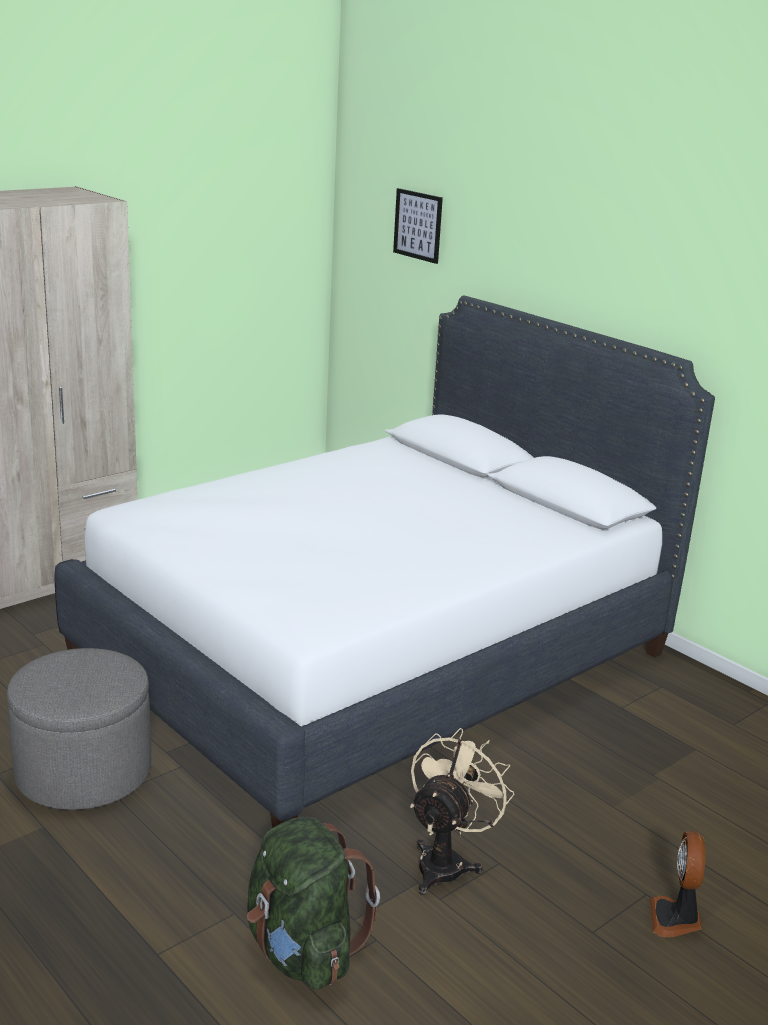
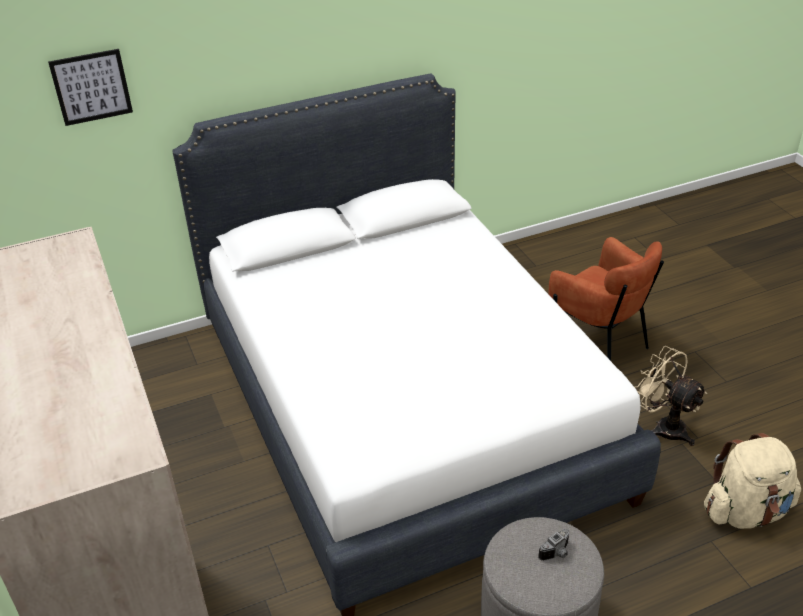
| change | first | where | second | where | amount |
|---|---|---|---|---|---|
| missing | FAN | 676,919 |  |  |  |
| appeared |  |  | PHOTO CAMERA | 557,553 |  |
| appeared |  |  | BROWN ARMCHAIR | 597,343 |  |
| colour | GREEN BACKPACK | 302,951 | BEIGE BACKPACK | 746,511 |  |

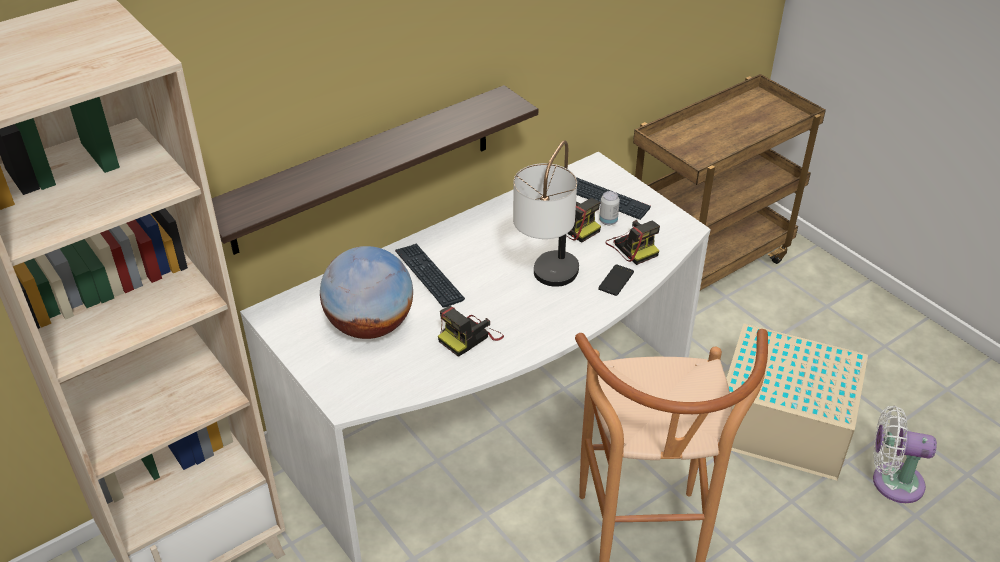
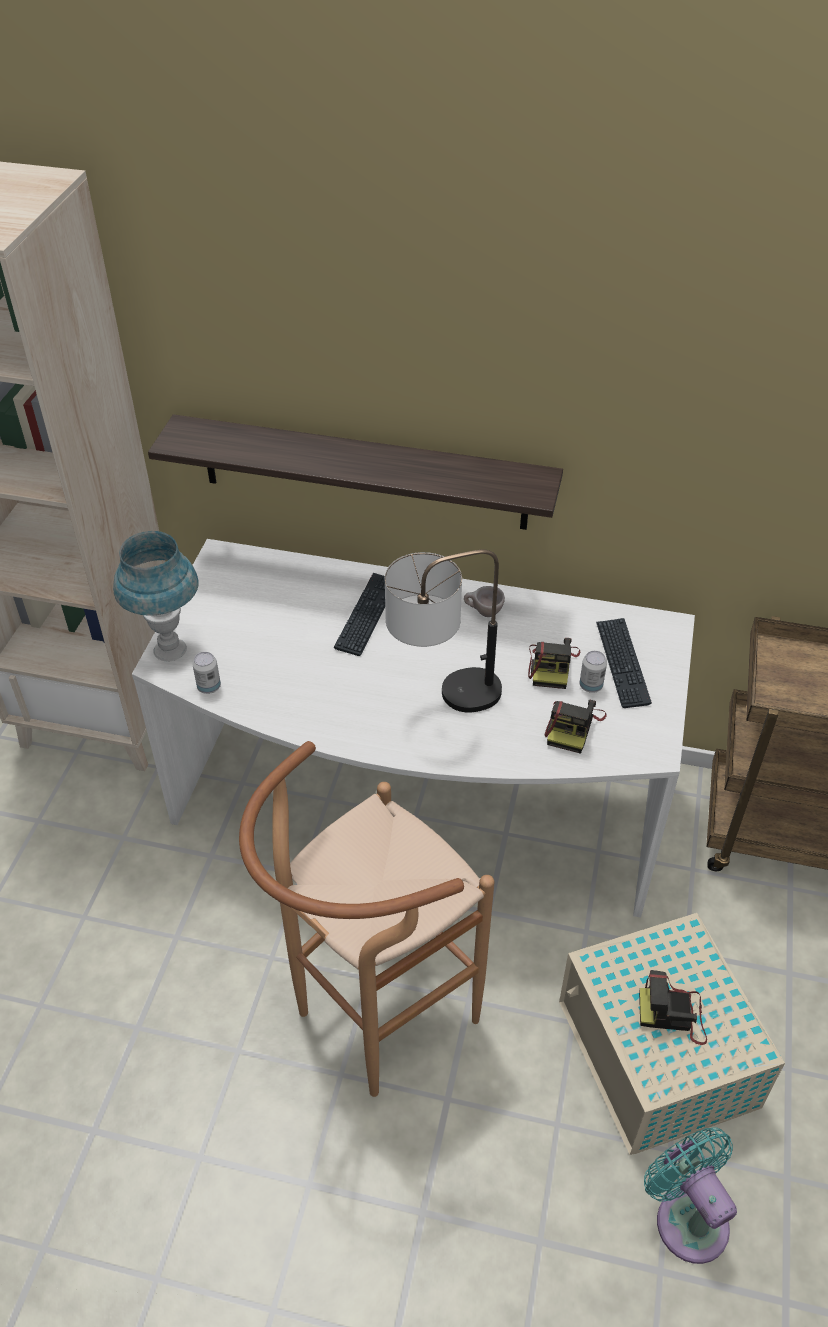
| change | first | where | second | where | amount |
|---|---|---|---|---|---|
| missing | GLOBE | 370,326 |  |  |  |
| missing | PHONE | 616,280 |  |  |  |
| appeared |  |  | BLUE TABLE LAMP | 170,651 |  |
| appeared |  |  | CAN | 209,687 |  |
| appeared |  |  | BEIGE CUP | 483,613 |  |
| relocated | PHOTO CAMERA | 470,337 |  | 673,1014 |  |
| colour | WHITE FAN | 892,481 | TURQUOISE FAN | 687,1216 |  |

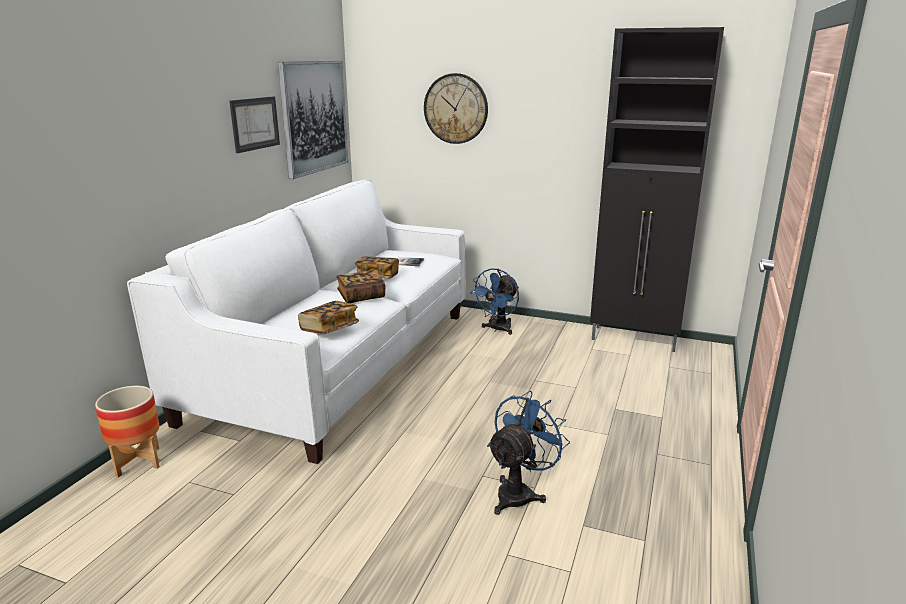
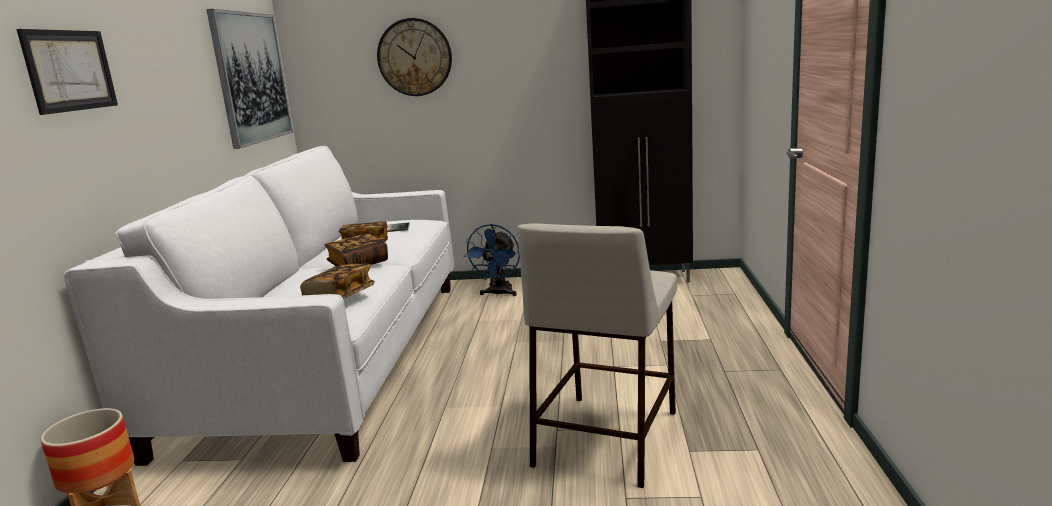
| change | first | where | second | where | amount |
|---|---|---|---|---|---|
| relocated | PICTURE | 255,123 |  | 69,70 |  |
| exchanged | BLUE FAN | 520,493 | BEIGE STOOL | 606,436 |  |

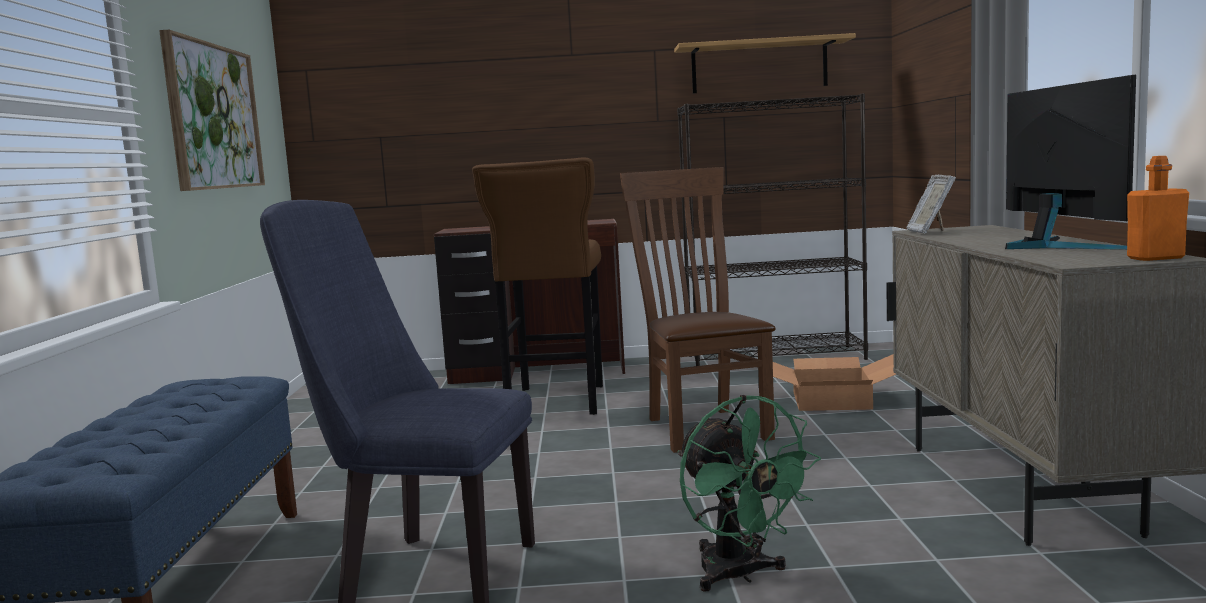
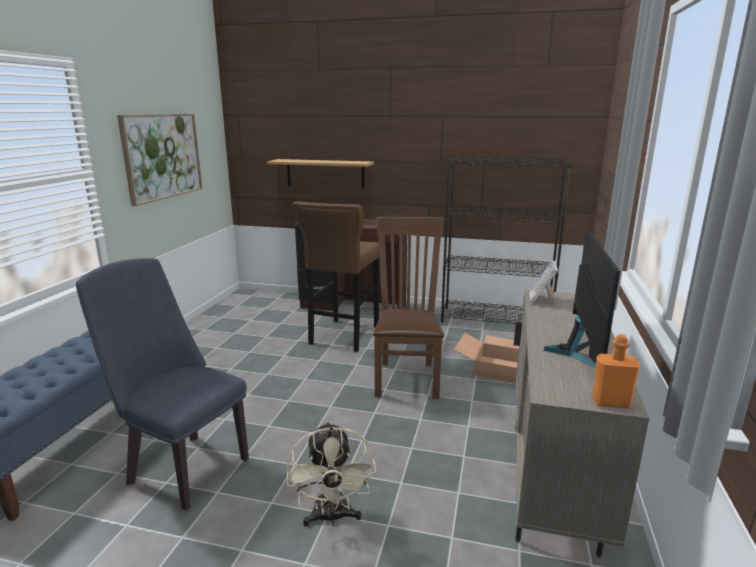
| change | first | where | second | where | amount |
|---|---|---|---|---|---|
| relocated | SHELF | 759,66 |  | 325,173 |  |
| colour | GREEN FAN | 739,575 | BEIGE FAN | 332,517 |  |

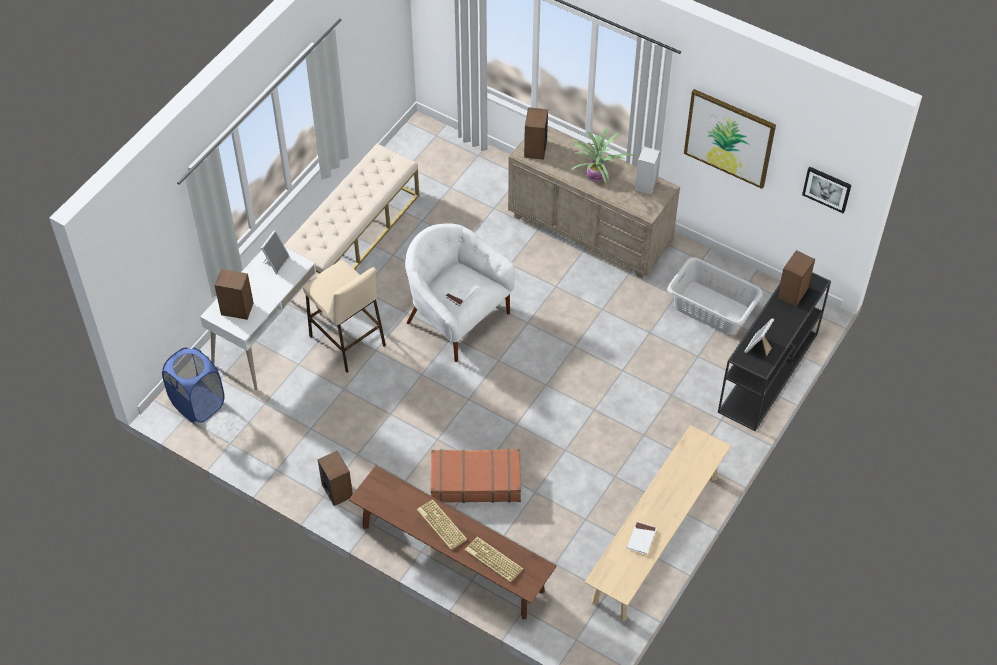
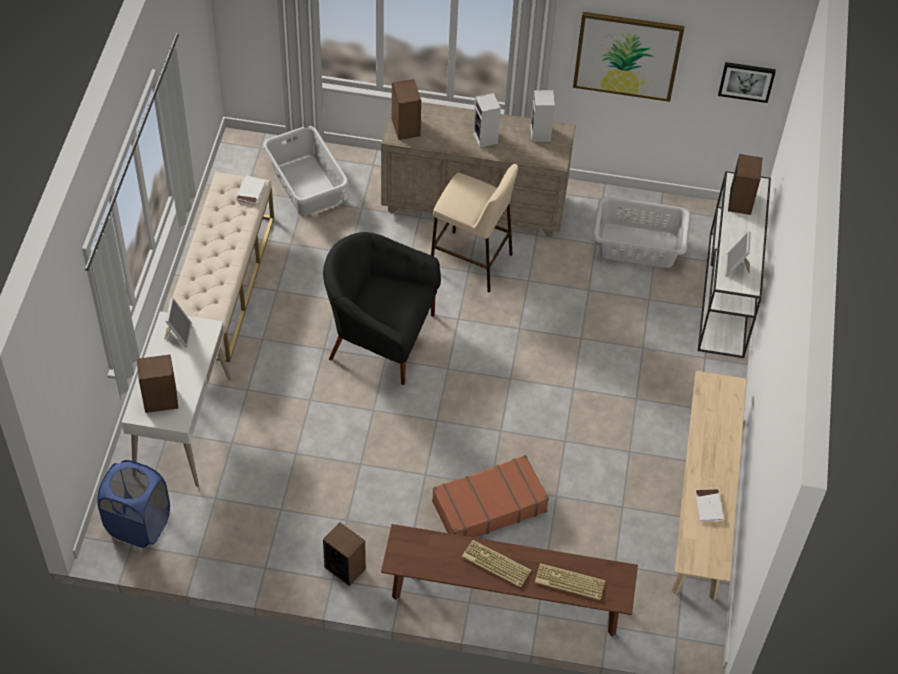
| change | first | where | second | where | amount |
|---|---|---|---|---|---|
| appeared |  |  | GREY LAUNDRY BASKET | 307,184 |  |
| relocated | BEIGE STOOL | 347,341 |  | 471,261 |  |
| relocated | WHITE BOOK | 461,293 |  | 251,192 |  |
| exchanged | POTTED PLANT | 597,177 | SPEAKER | 486,139 |  |
| colour | WHITE ARMCHAIR | 456,318 | BLACK ARMCHAIR | 380,337 |  |
| colour | BLACK CONSOLE TABLE | 768,374 | WHITE CONSOLE TABLE | 726,295 |  |

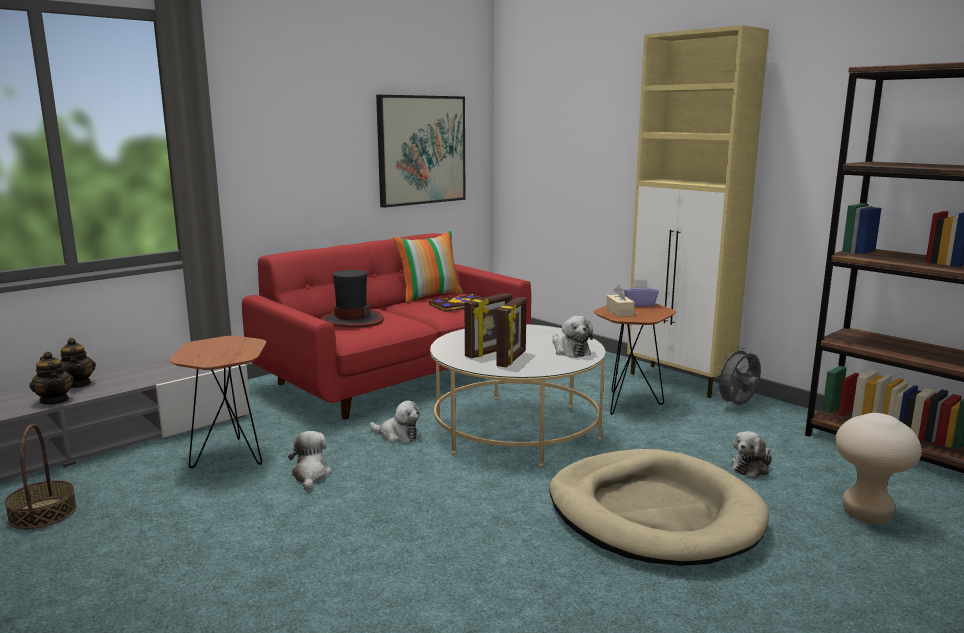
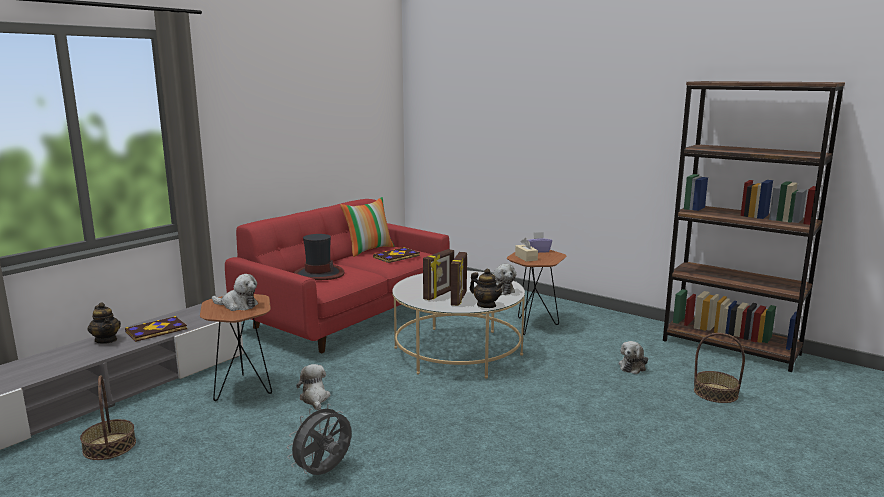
| change | first | where | second | where | amount |
|---|---|---|---|---|---|
| missing | PICTURE | 421,150 |  |  |  |
| missing | BEIGE DOG BED | 653,513 |  |  |  |
| missing | BEIGE CABINET | 680,381 |  |  |  |
| appeared |  |  | BOOK | 156,331 |  |
| relocated | TEAPOT | 55,400 |  | 486,305 |  |
| relocated | PLUSH TOY | 397,435 |  | 238,305 |  |
| relocated | GREY FAN | 737,406 |  | 324,473 |  |
| exchanged | BEIGE STOOL | 866,514 | BASKET | 715,393 |  |

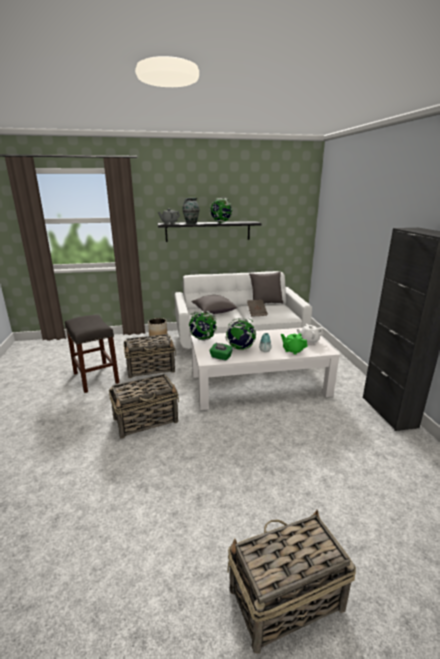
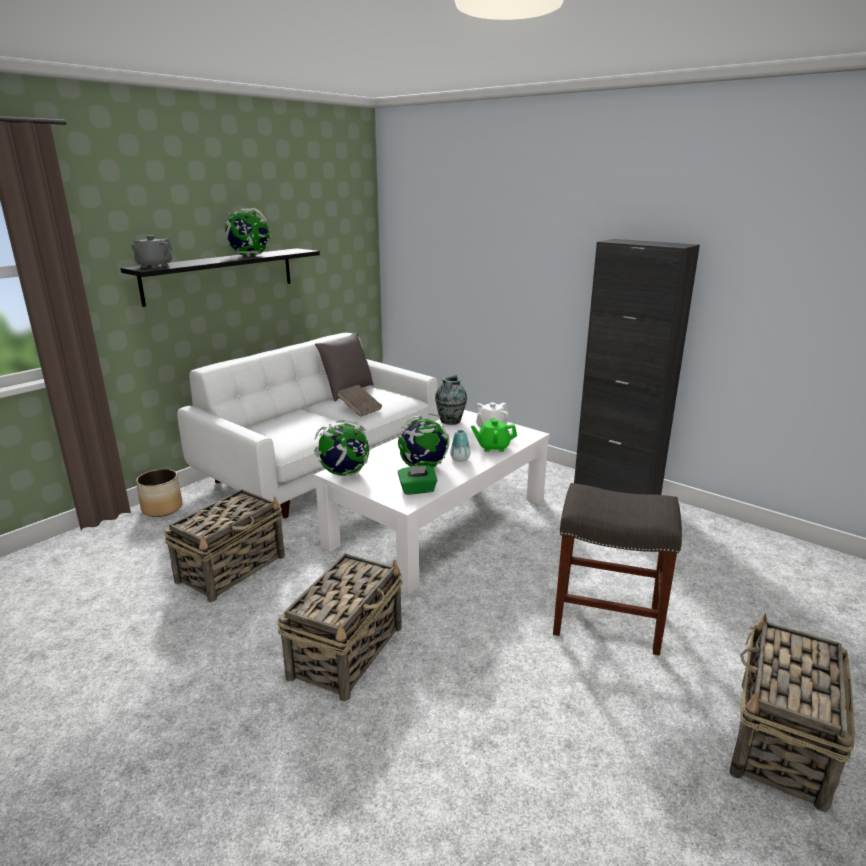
| change | first | where | second | where | amount |
|---|---|---|---|---|---|
| missing | GREY PILLOW | 214,312 |  |  |  |
| relocated | GREY STOOL | 96,378 |  | 608,620 |  |
| relocated | VASE | 191,223 |  | 450,421 |  |

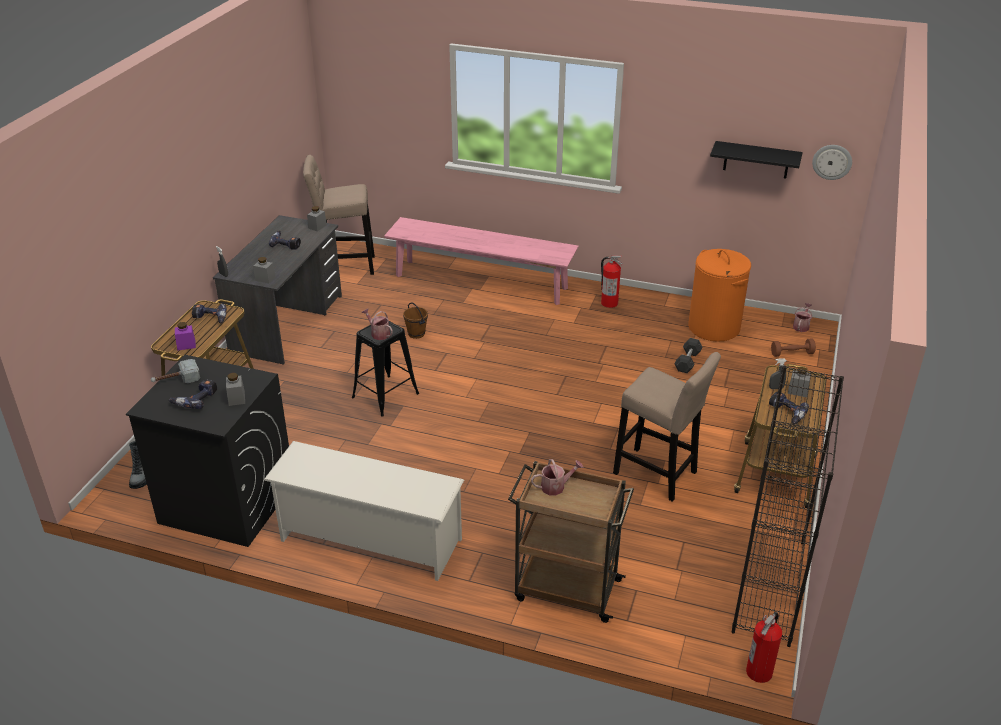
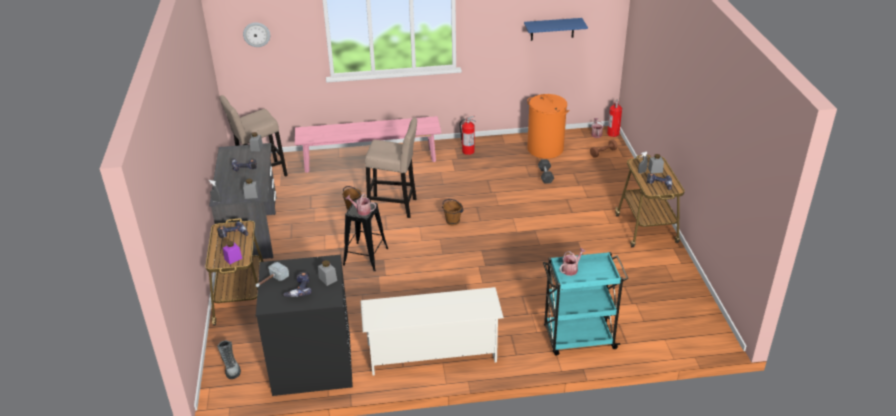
| change | first | where | second | where | amount |
|---|---|---|---|---|---|
| missing | BLACK BOOKCASE | 769,586 |  |  |  |
| appeared |  |  | BROWN BUCKET | 453,221 |  |
| relocated | BEIGE STOOL | 658,475 |  | 395,206 |  |
| relocated | FIRE EXTINGUISHER | 759,672 |  | 613,134 |  |
| relocated | WALL CLOCK | 832,161 |  | 256,34 |  |
| colour | BROWN CART | 565,589 | TURQUOISE CART | 578,338 |  |
| colour | BLACK SHELF | 756,160 | BLUE SHELF | 552,29 |  |

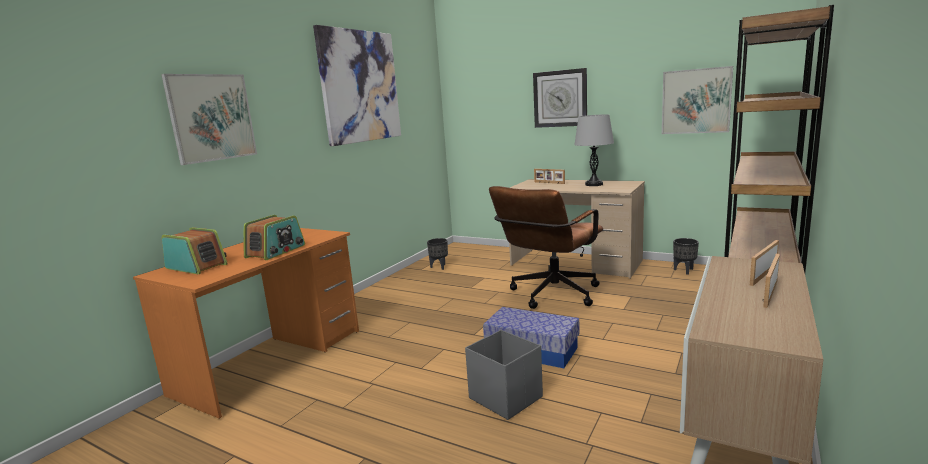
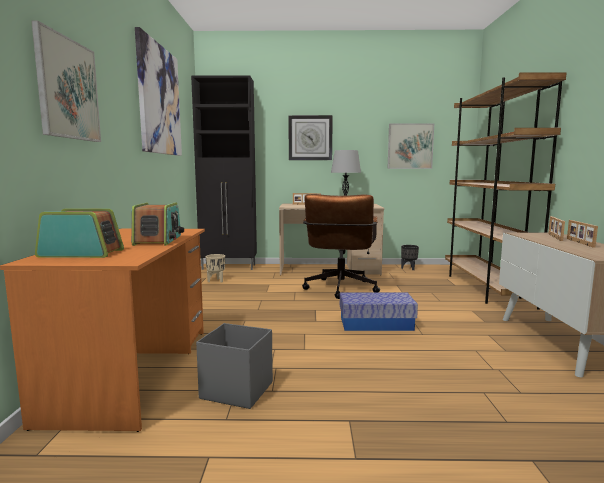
| change | first | where | second | where | amount |
|---|---|---|---|---|---|
| appeared |  |  | BLACK CABINET | 229,267 |  |
| relocated | GREY STORAGE BOX | 505,397 |  | 236,390 |  |
| colour | BLACK PLANTER | 439,267 | BEIGE PLANTER | 216,281 |  |

